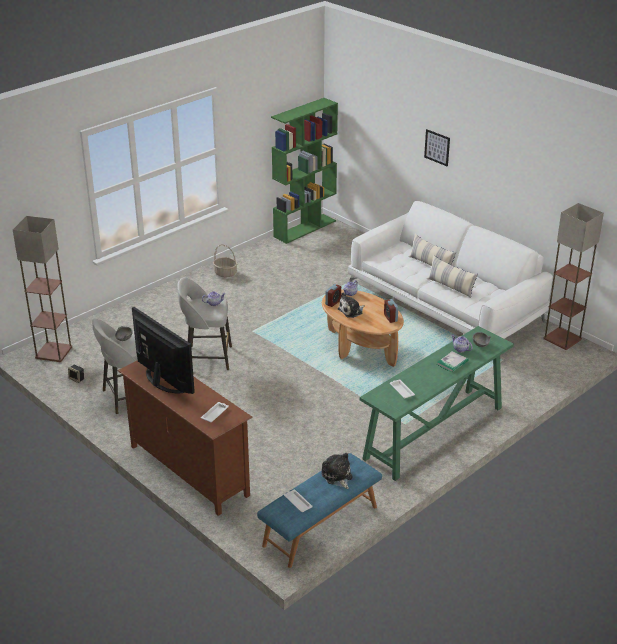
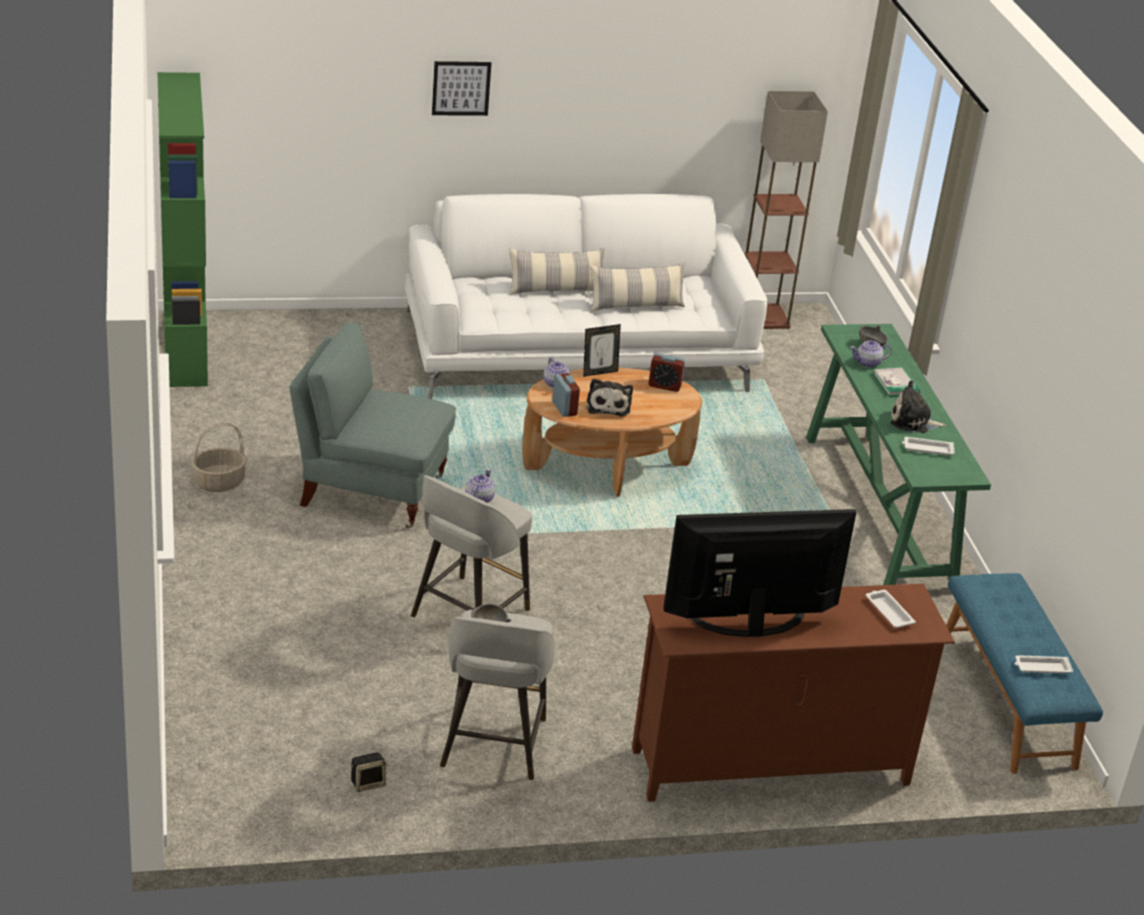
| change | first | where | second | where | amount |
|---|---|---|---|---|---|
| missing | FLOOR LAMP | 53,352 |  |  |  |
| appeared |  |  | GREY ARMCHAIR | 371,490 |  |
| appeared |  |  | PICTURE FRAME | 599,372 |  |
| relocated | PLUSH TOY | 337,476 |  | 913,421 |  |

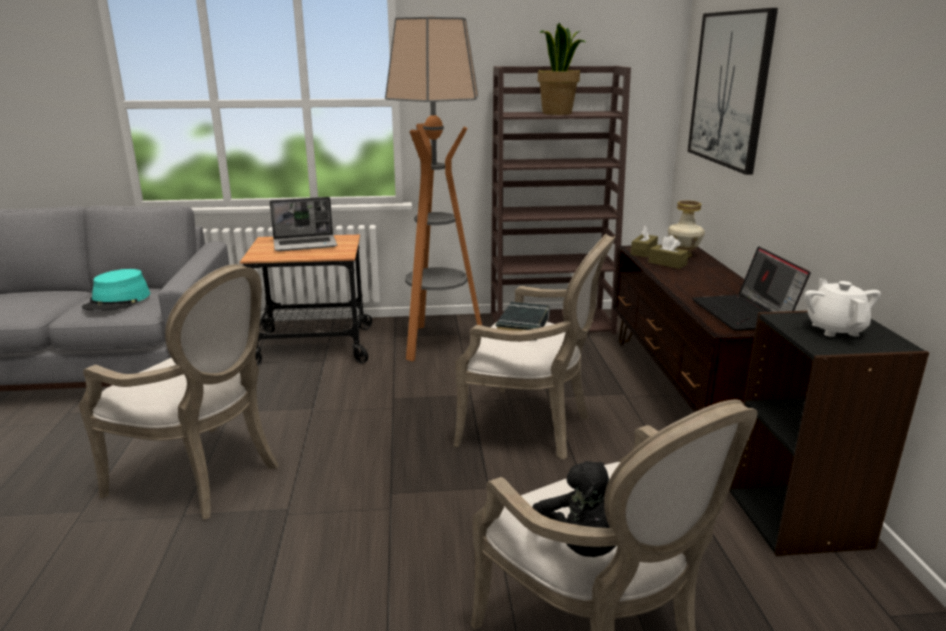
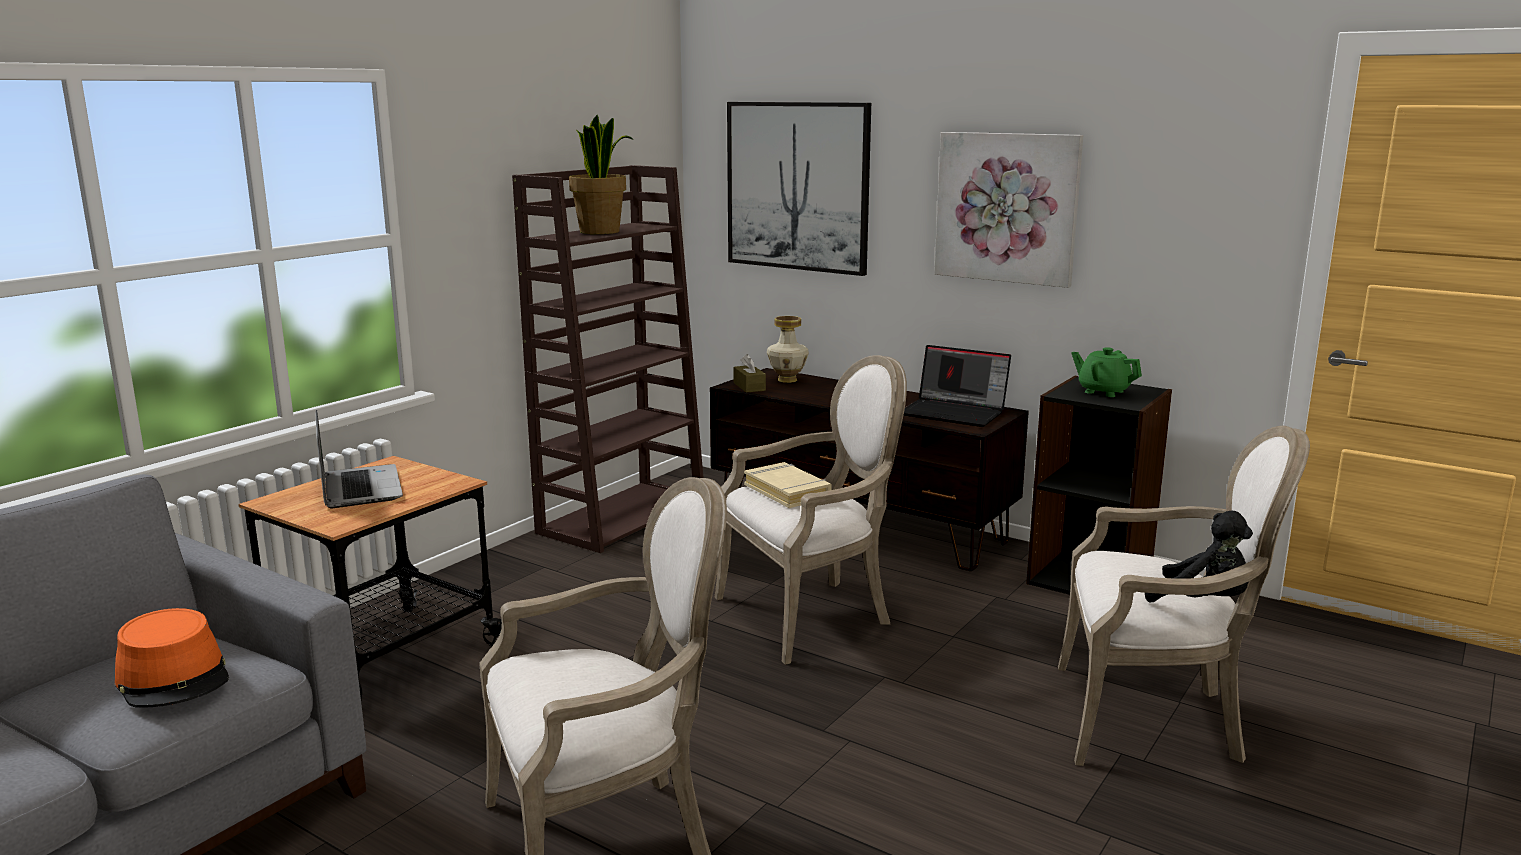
| change | first | where | second | where | amount |
|---|---|---|---|---|---|
| missing | FLOOR LAMP | 437,343 |  |  |  |
| missing | BROWN TISSUE BOX | 667,263 |  |  |  |
| appeared |  |  | PICTURE | 1007,207 |  |
| colour | TURQUOISE HAT | 117,301 | ORANGE HAT | 174,677 |  |
| colour | BLACK BOOK | 523,326 | BEIGE BOOK | 787,491 |  |
| colour | WHITE TEAPOT | 835,329 | GREEN TEAPOT | 1103,391 |  |
| spun | LAPTOP | 306,244 |  | 359,488 | 45 degrees counterclockwise |

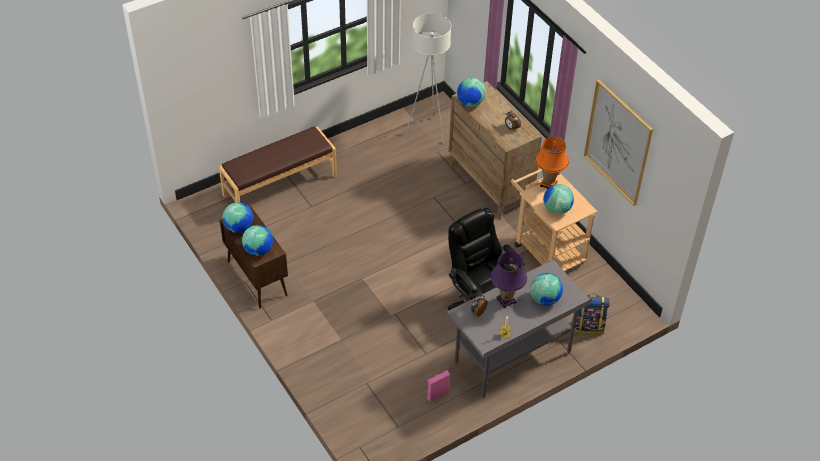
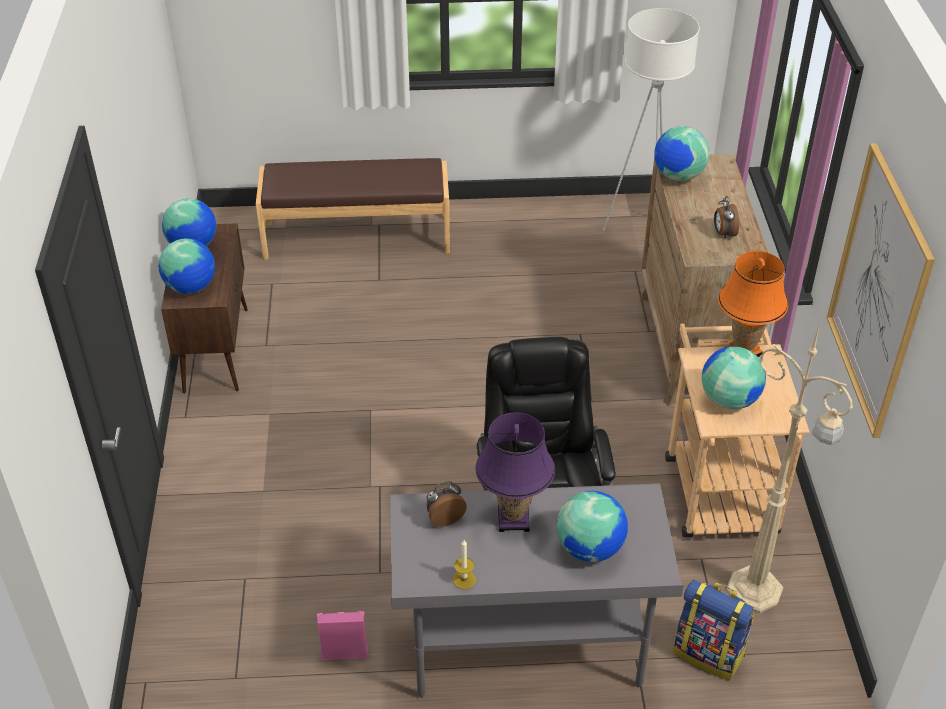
| change | first | where | second | where | amount |
|---|---|---|---|---|---|
| appeared |  |  | BEIGE FLOOR LAMP | 757,591 |  |

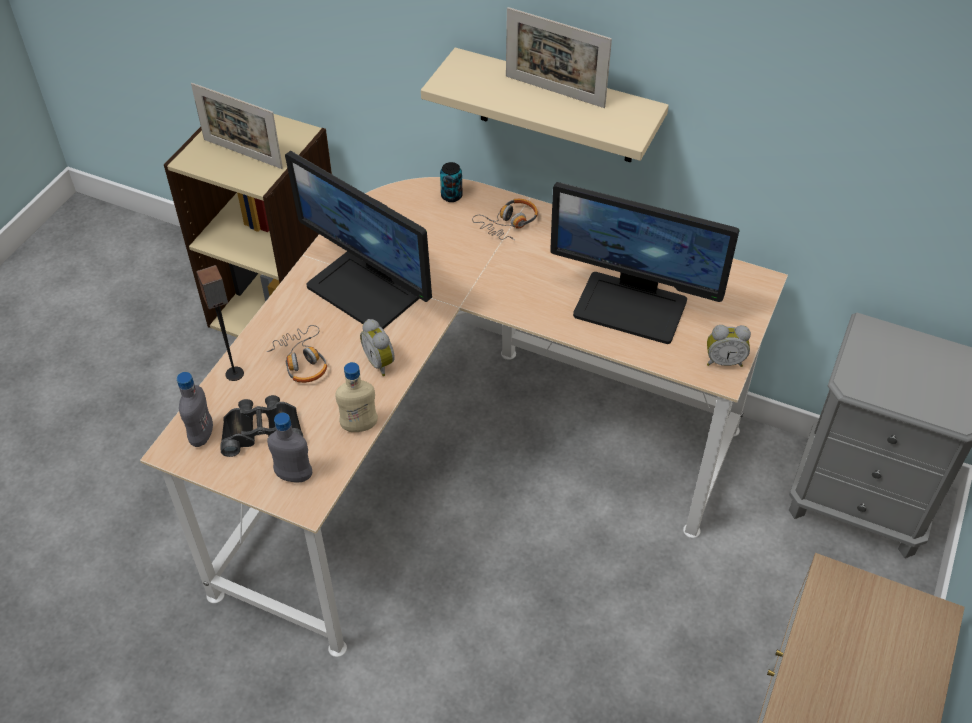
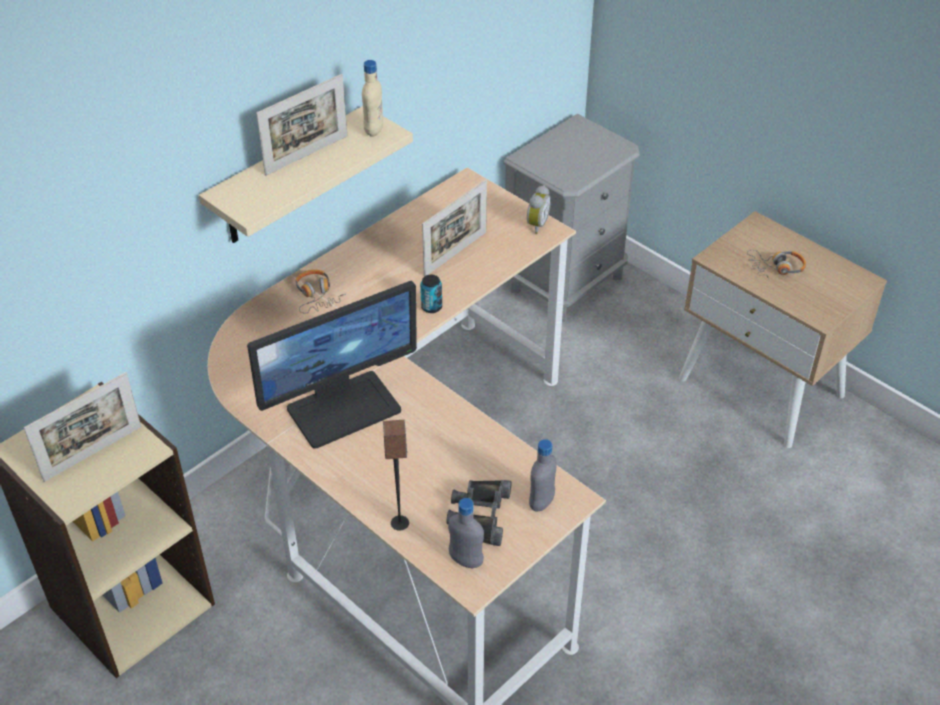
| change | first | where | second | where | amount |
|---|---|---|---|---|---|
| missing | ALARM CLOCK | 381,362 |  |  |  |
| relocated | HEADPHONES | 302,361 |  | 776,268 |  |
| relocated | BEIGE BOTTLE | 359,426 |  | 373,130 |  |
| relocated | CAN | 451,196 |  | 431,307 |  |
| exchanged | MONITOR | 631,306 | PICTURE FRAME | 455,254 |  |

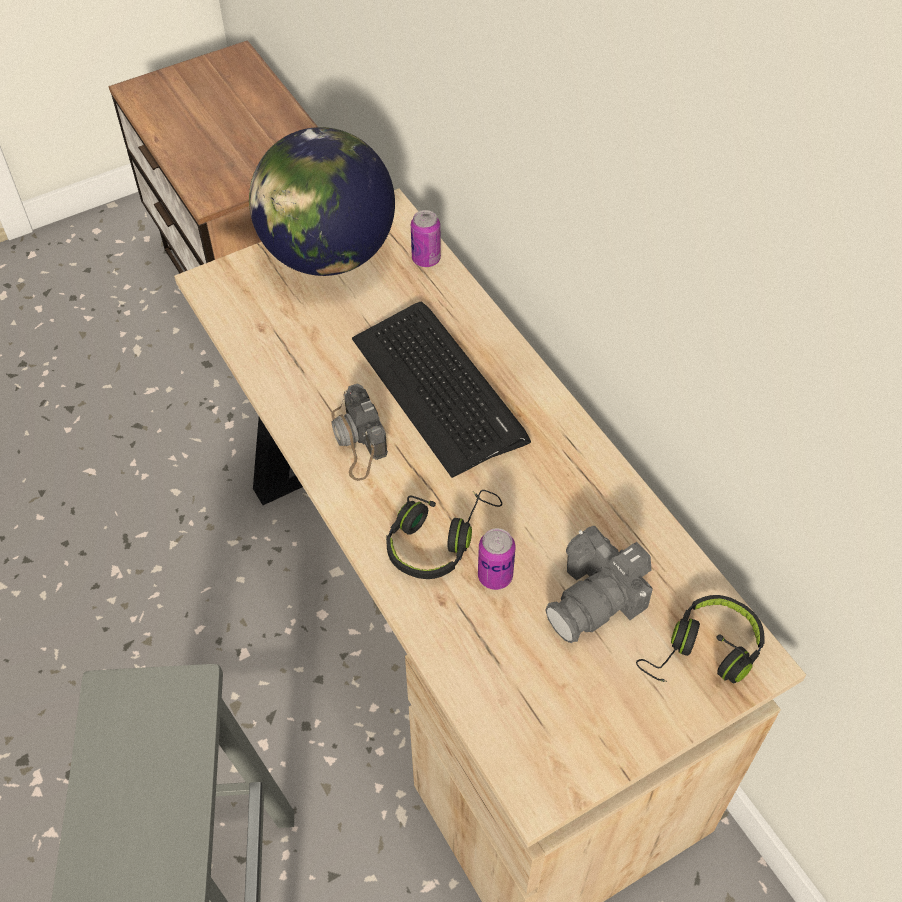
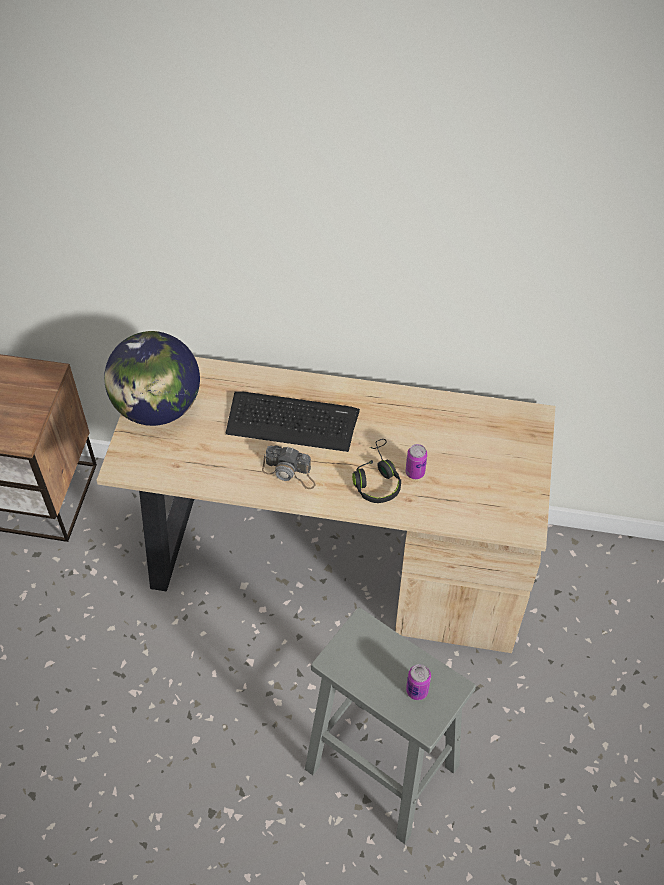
| change | first | where | second | where | amount |
|---|---|---|---|---|---|
| missing | PHOTO CAMERA | 597,599 |  |  |  |
| missing | BLACK HEADPHONES | 703,653 |  |  |  |
| relocated | CAN | 426,259 |  | 417,690 |  |

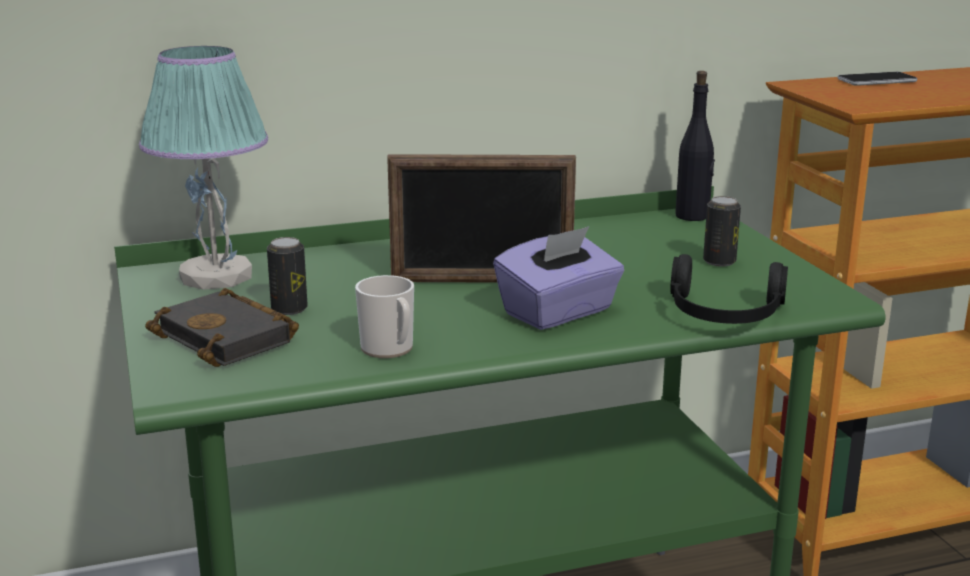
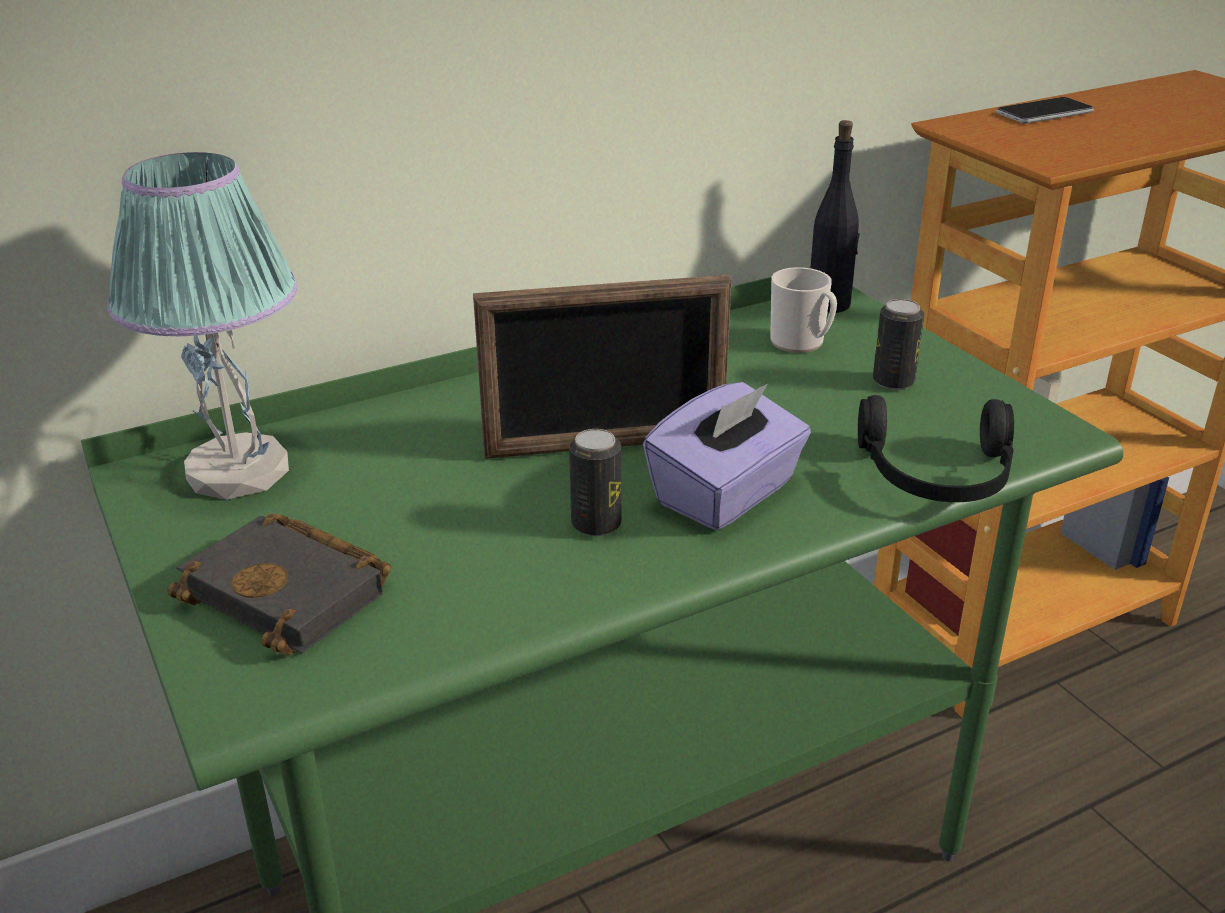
| change | first | where | second | where | amount |
|---|---|---|---|---|---|
| relocated | CAN | 289,309 |  | 596,524 |  |
| relocated | MUG | 390,350 |  | 801,343 |  |

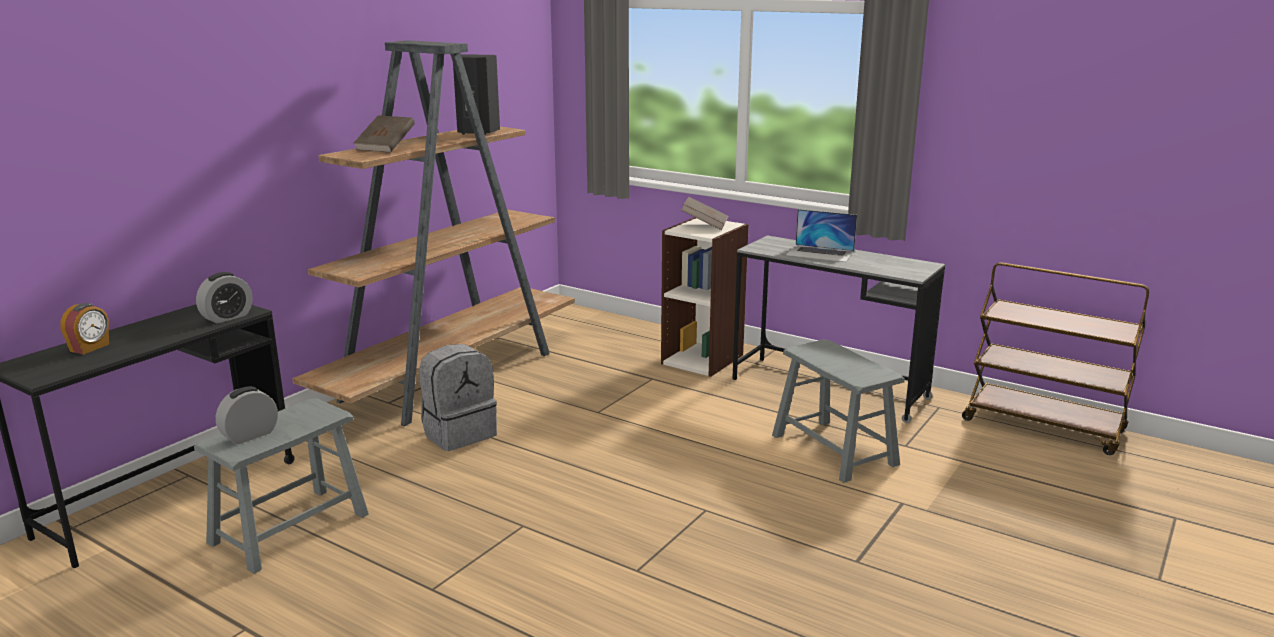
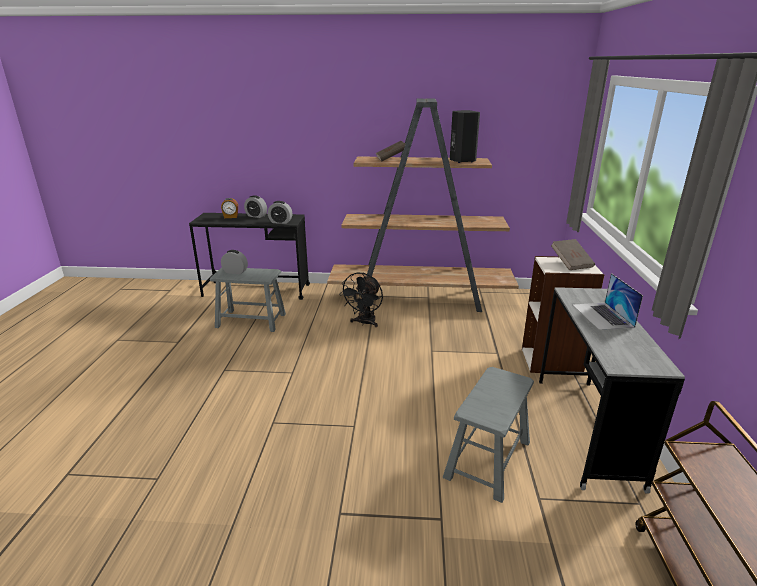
| change | first | where | second | where | amount |
|---|---|---|---|---|---|
| appeared |  |  | ALARM CLOCK | 256,216 |  |
| exchanged | GREY BACKPACK | 459,433 | BLACK FAN | 364,323 |  |

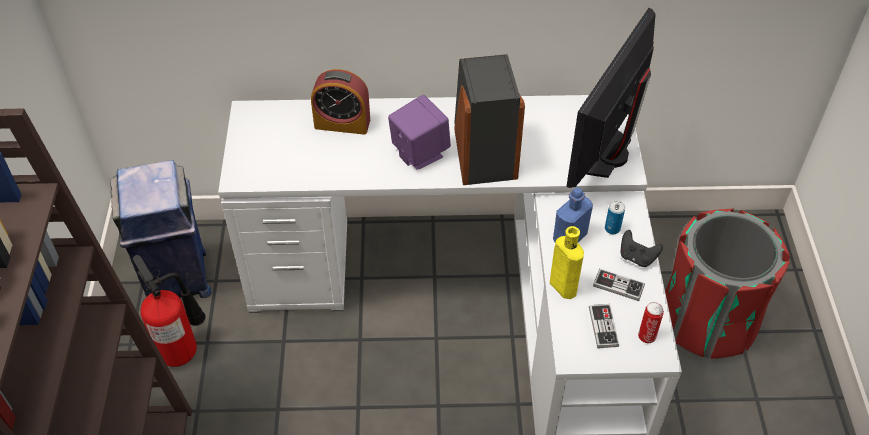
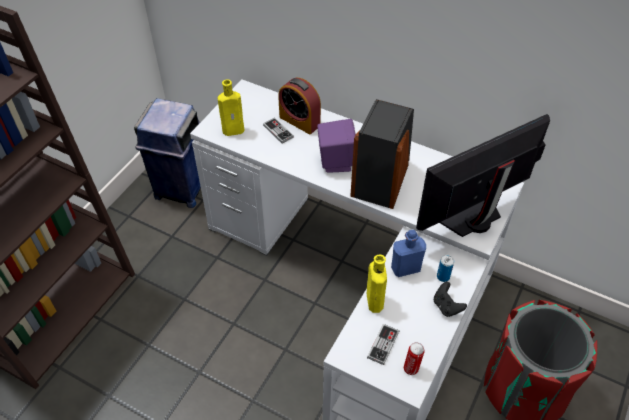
| change | first | where | second | where | amount |
|---|---|---|---|---|---|
| missing | FIRE EXTINGUISHER | 182,348 |  |  |  |
| appeared |  |  | YELLOW BOTTLE | 235,130 |  |
| relocated | GAME CONTROLLER | 618,286 |  | 278,131 |  |

